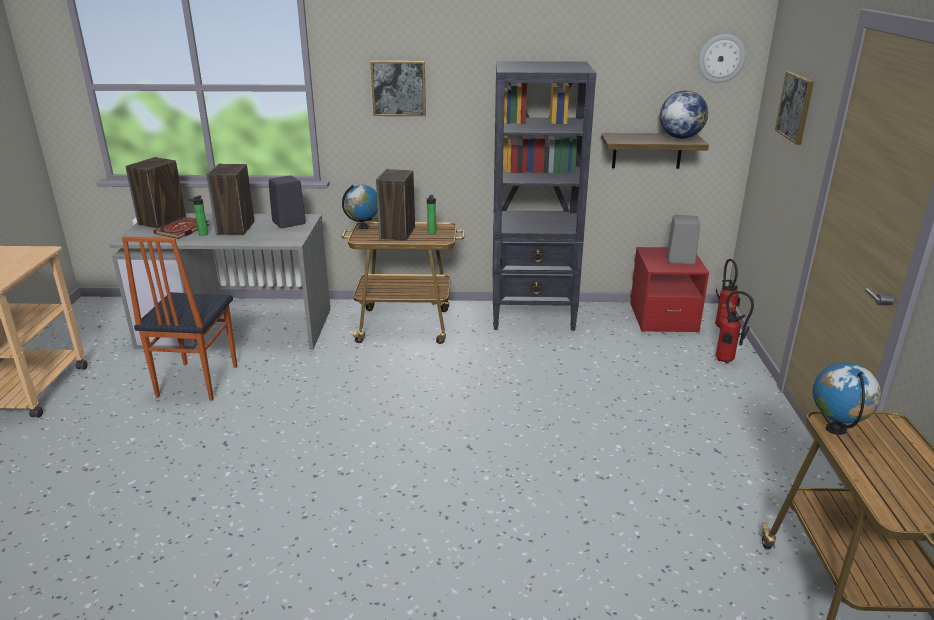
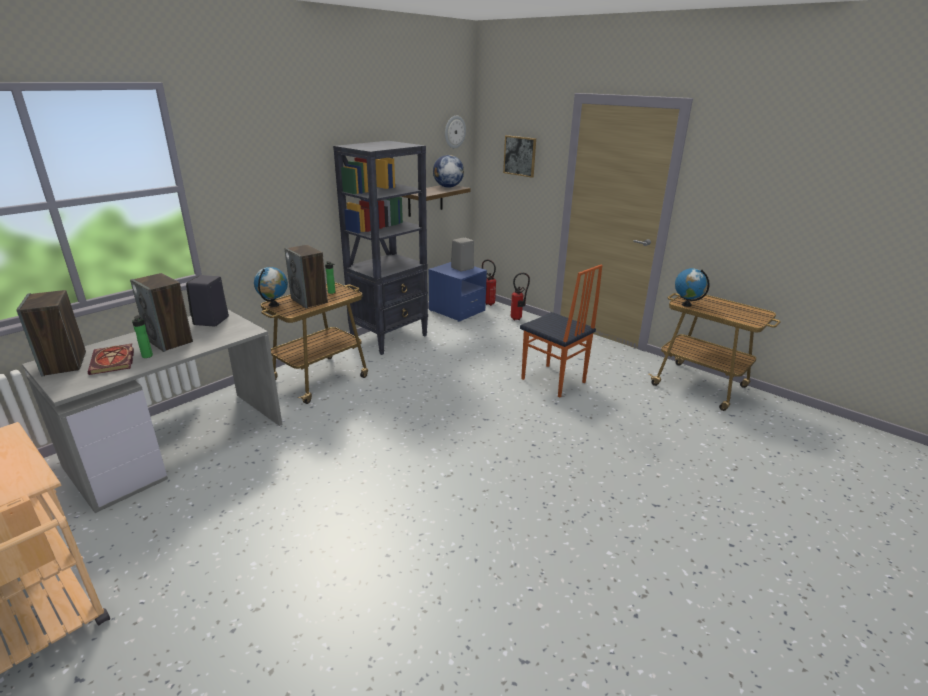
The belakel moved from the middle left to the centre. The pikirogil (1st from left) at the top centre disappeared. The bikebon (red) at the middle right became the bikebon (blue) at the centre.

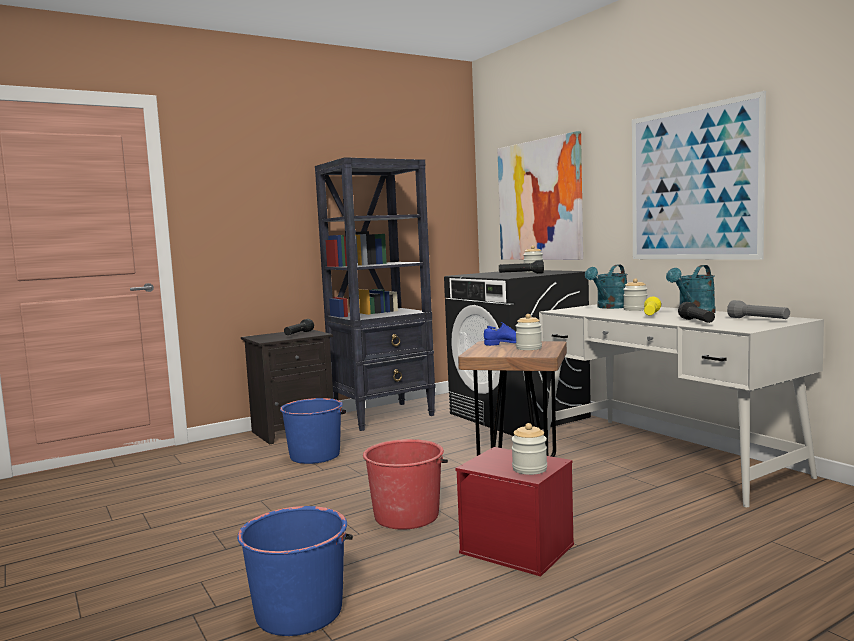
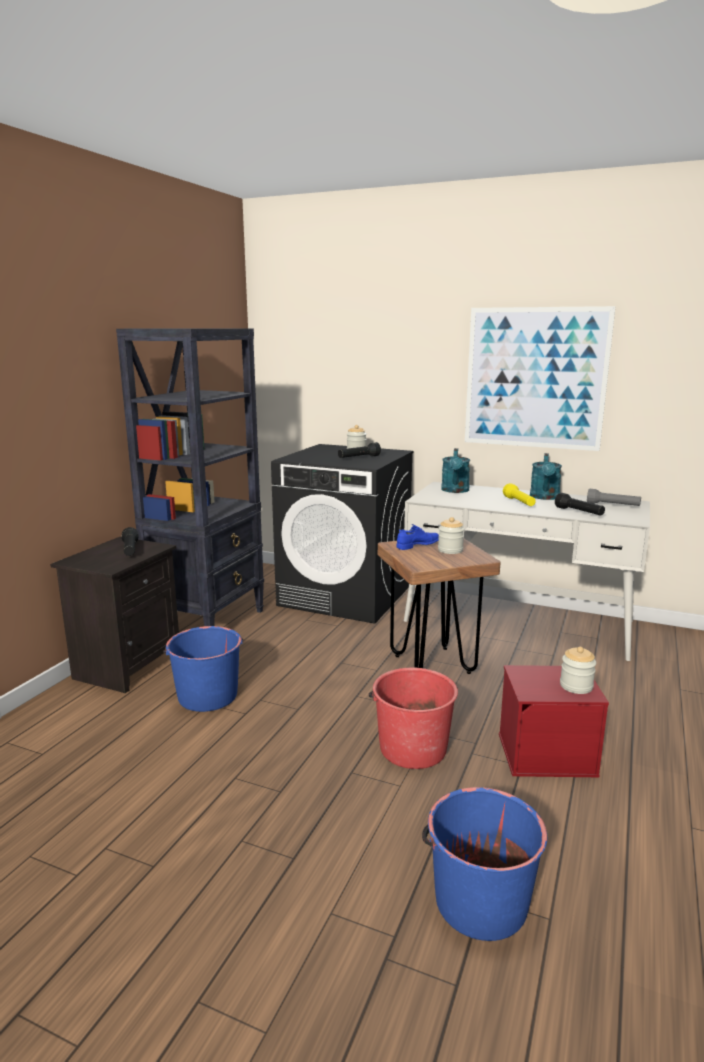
The pikirogil (1st from left) at the top centre disappeared. The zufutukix (4th from left) at the middle right disappeared.

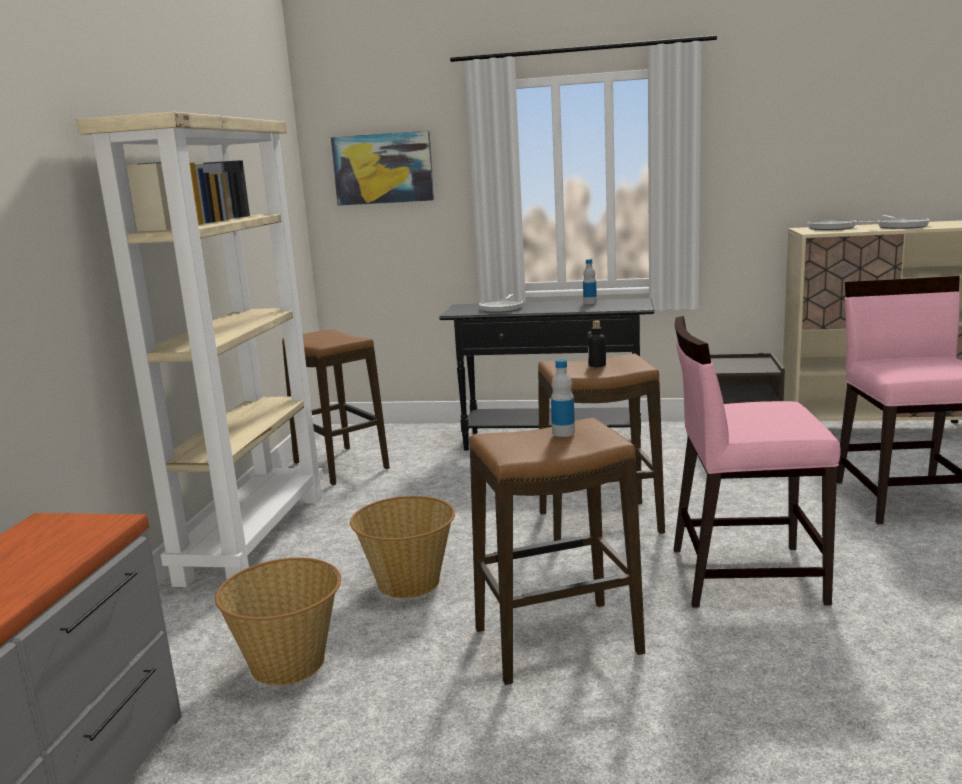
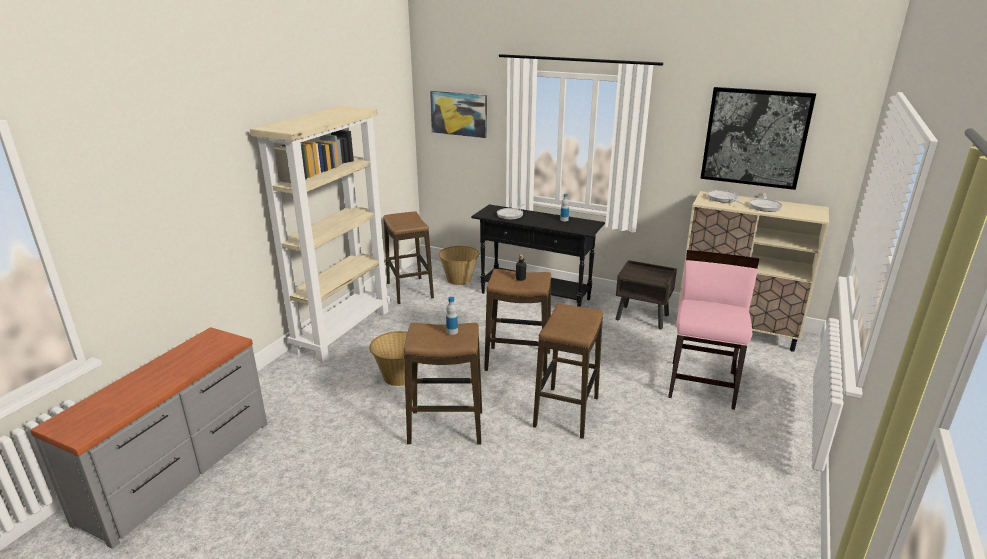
The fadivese (1st from left in the first image) moved from the bottom left to the centre. The belakel (pink) (1st from left) at the middle right was replaced by the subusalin (4th from left) at the centre. The pikirogil (2nd from left) at the top right appeared.

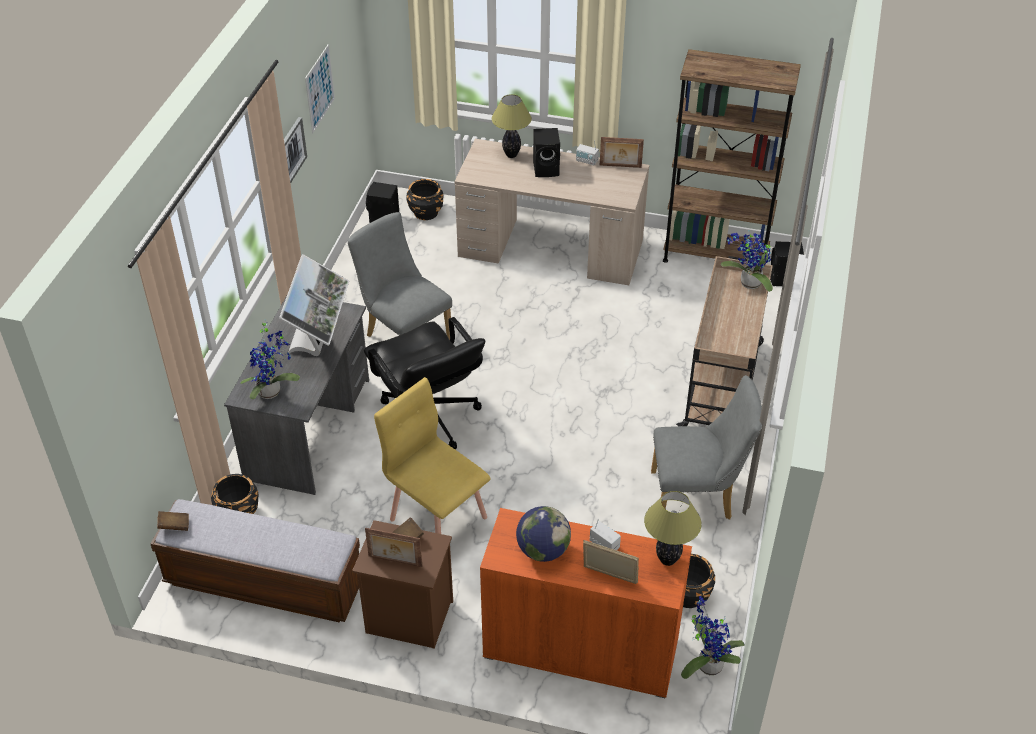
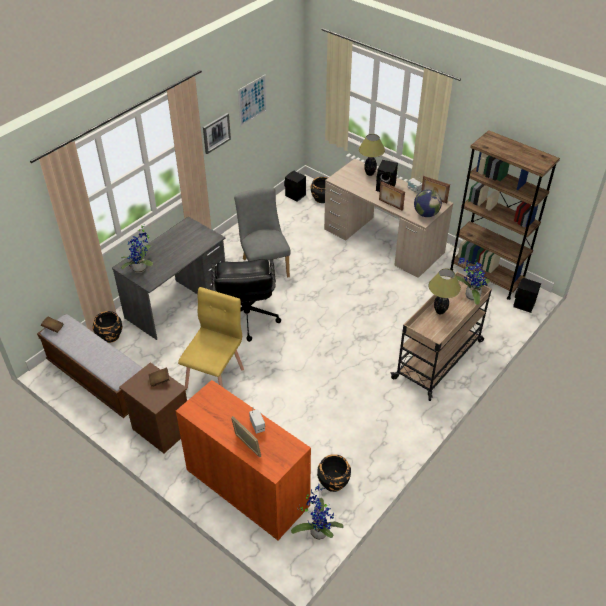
The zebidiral at the middle left disappeared. The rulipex (1st from left in the first image) moved from the bottom centre to the top centre. The belakel (yellow) at the centre turned 45 degrees clockwise. The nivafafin moved from the bottom centre to the middle right. The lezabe (2nd from left) moved from the bottom centre to the middle right. The belakel (grey) (2nd from left) at the middle right disappeared.

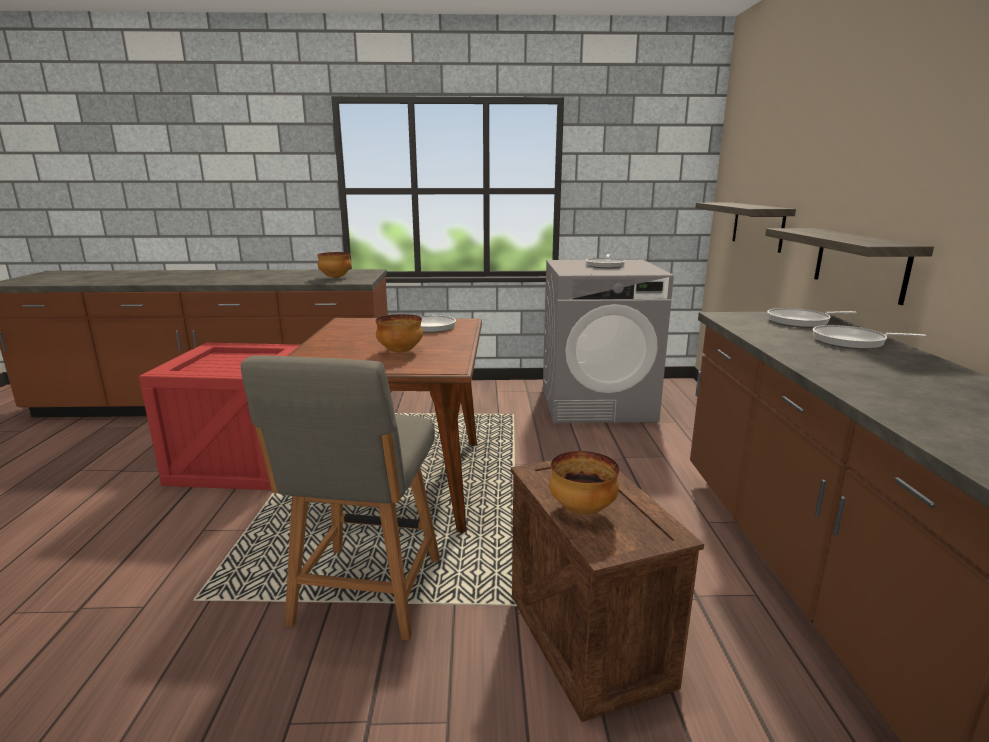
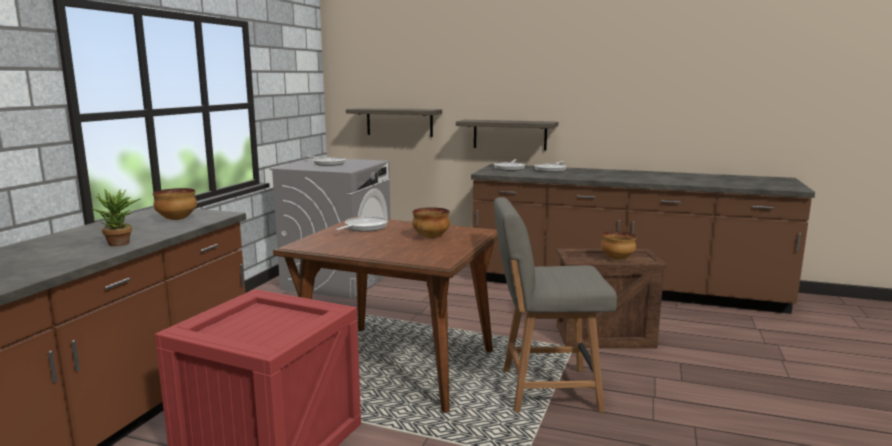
The belakel (grey) at the bottom centre turned 150 degrees clockwise. The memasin at the middle left appeared.

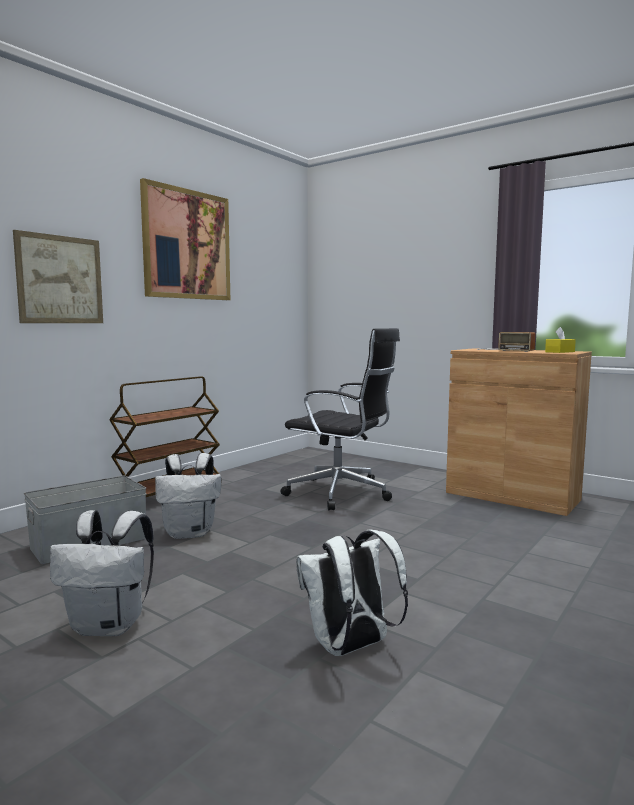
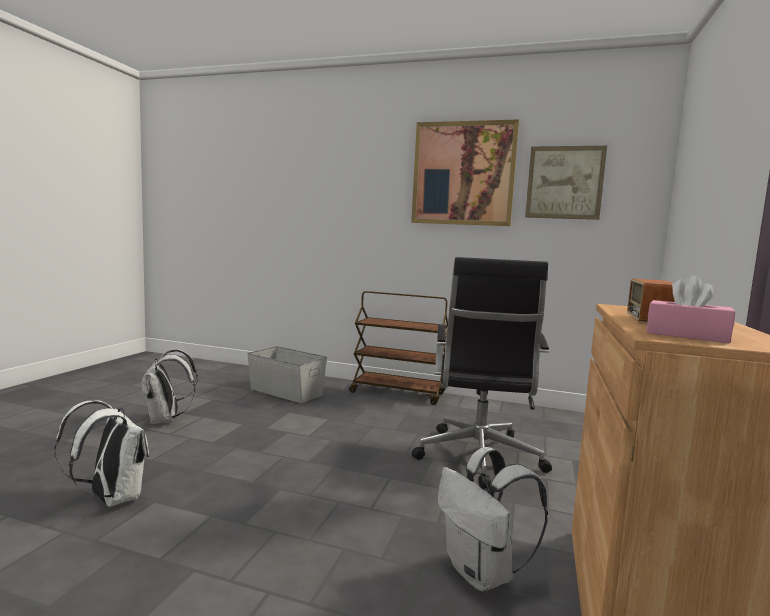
The pikirogil (1st from left in the first image) moved from the middle left to the top right. The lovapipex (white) (2nd from left in the first image) moved from the middle left to the bottom centre. The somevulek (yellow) at the middle right became the somevulek (pink) at the middle right.

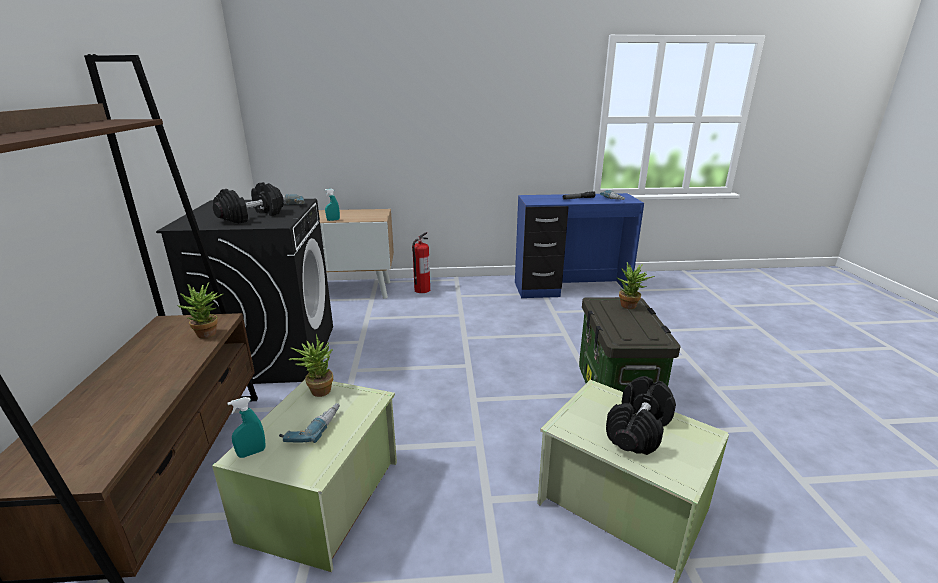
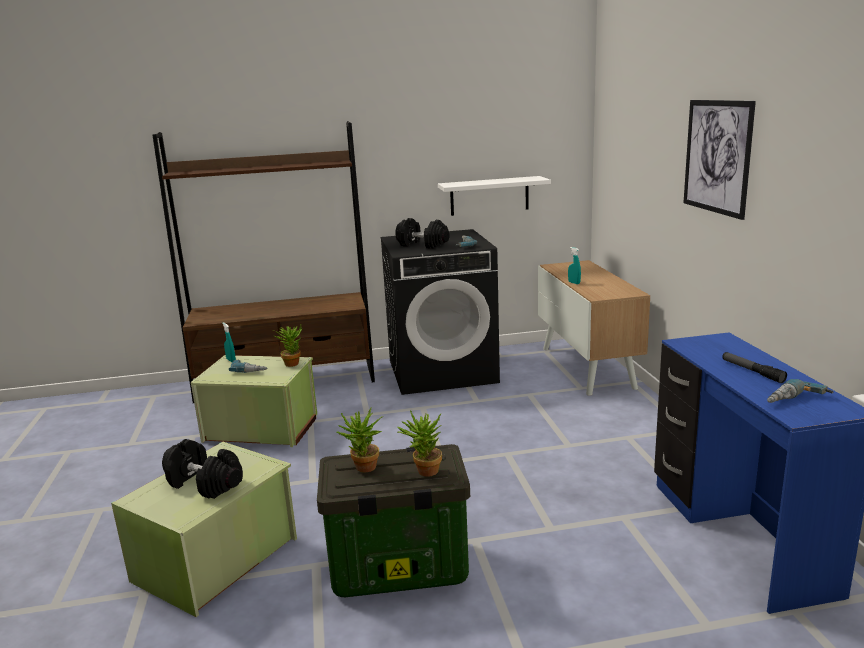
The memasin (1st from left in the first image) moved from the middle left to the bottom centre. The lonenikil at the centre disappeared. The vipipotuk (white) at the top centre appeared. The pikirogil at the top right appeared.

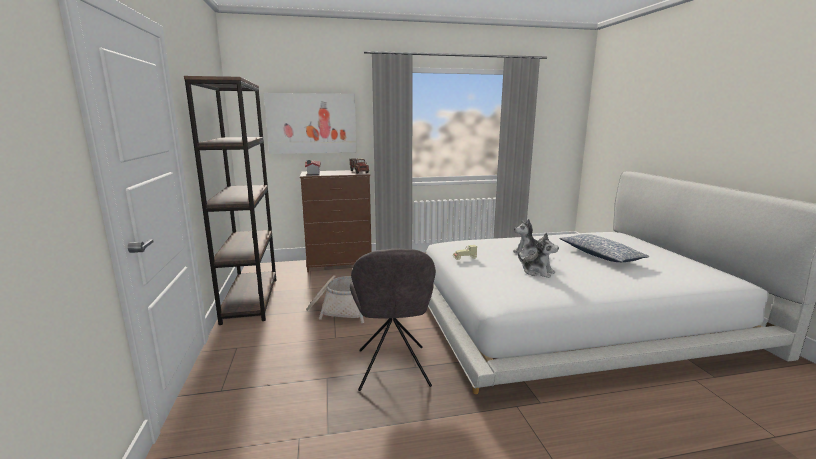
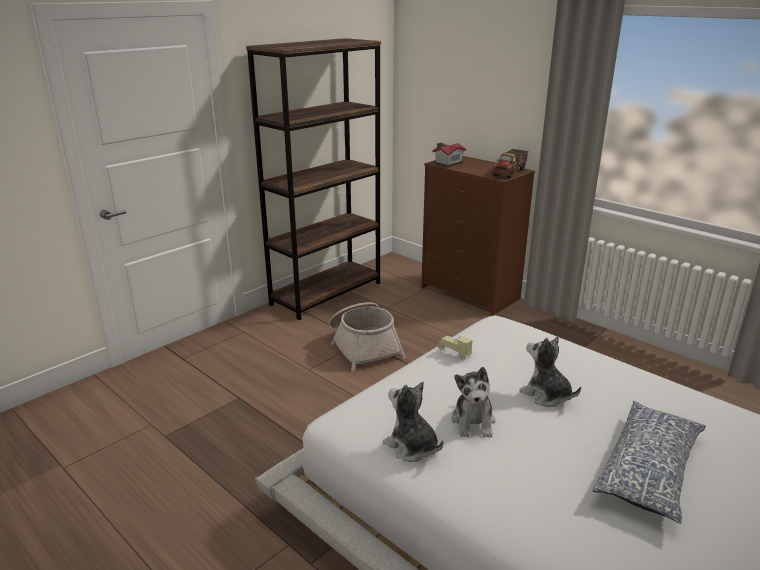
The pikirogil at the top centre disappeared. The belakel (grey) at the bottom centre disappeared. The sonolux (1st from left) at the bottom centre appeared.

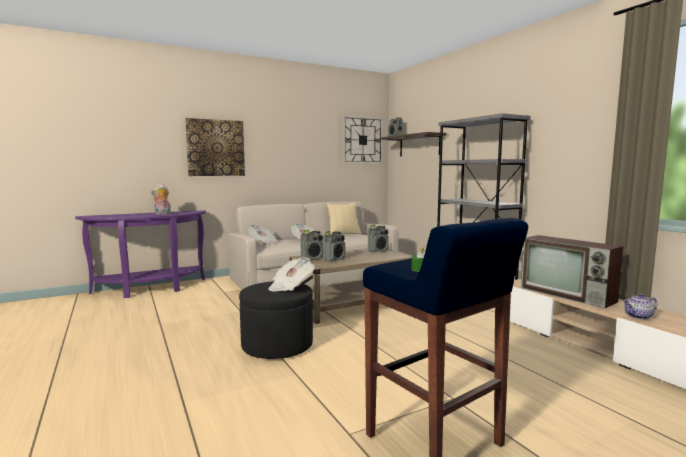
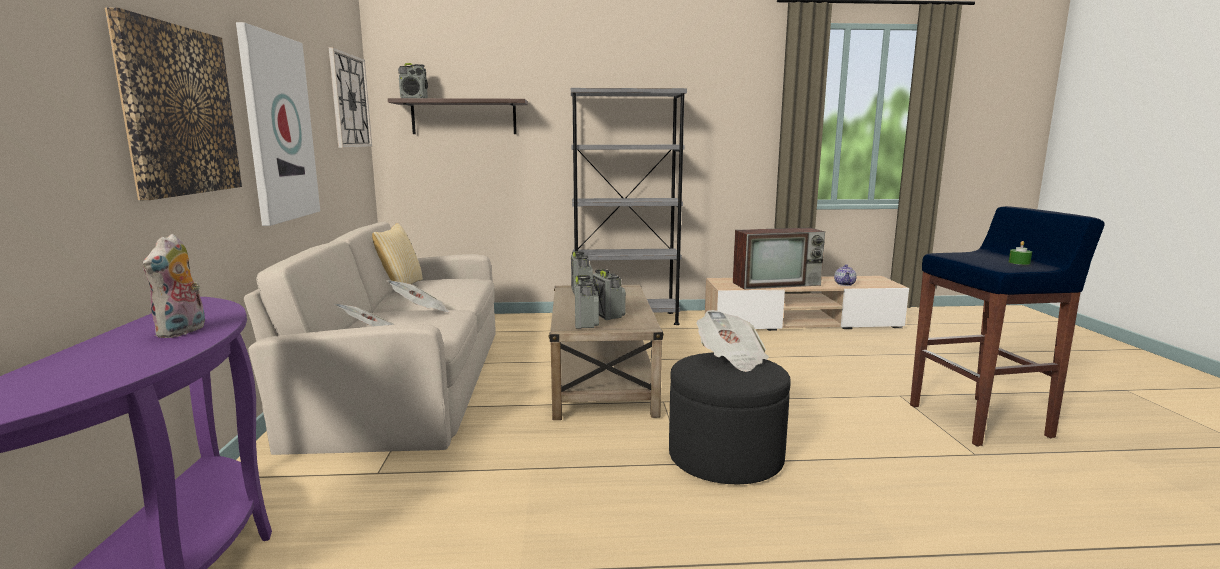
The pikirogil (2nd from left) at the top left appeared.

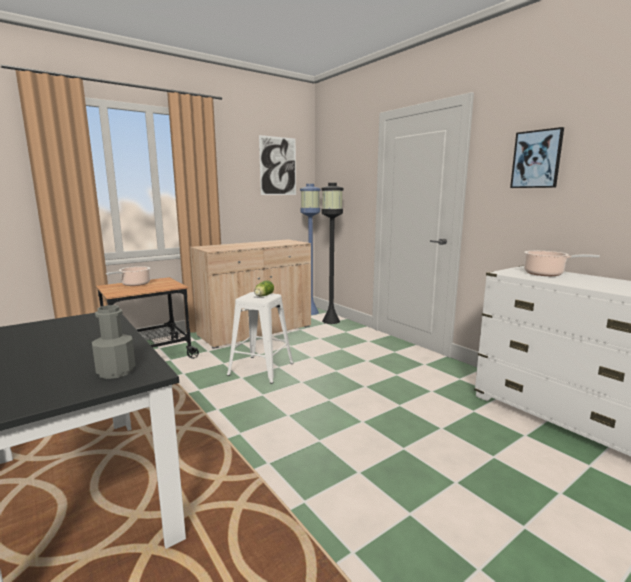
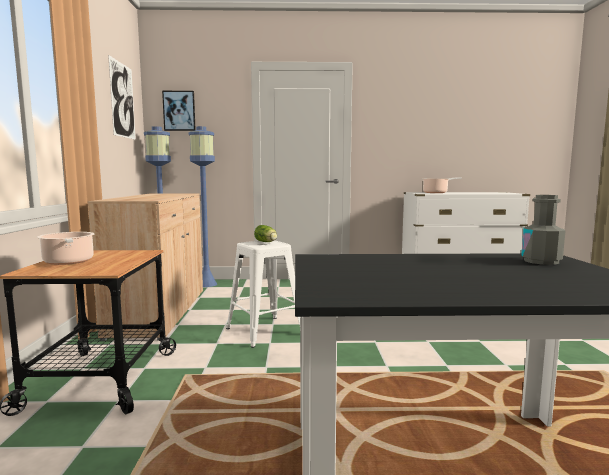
The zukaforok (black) at the centre became the zukaforok (blue) (2nd from left) at the centre. The pikirogil (2nd from left) moved from the top right to the top left.

